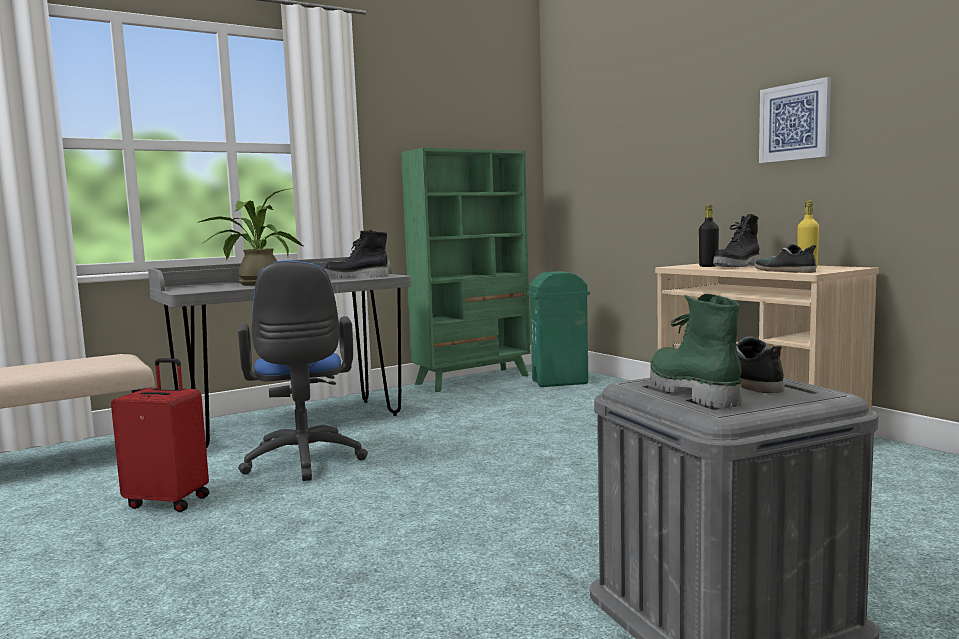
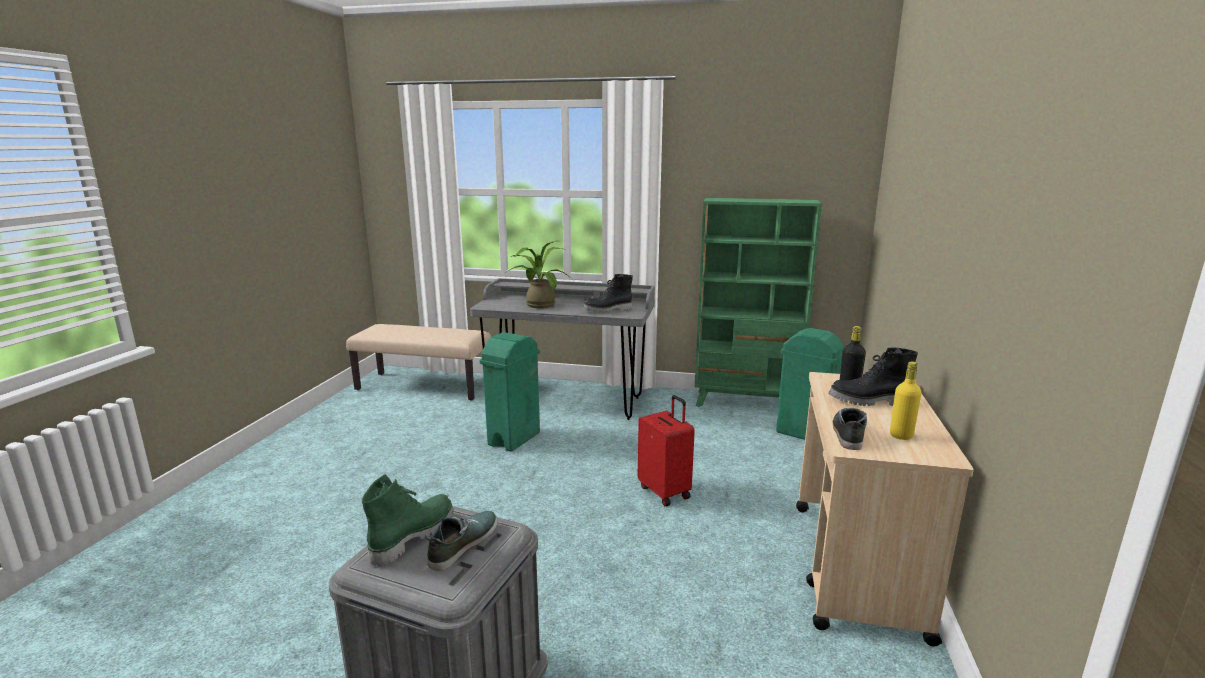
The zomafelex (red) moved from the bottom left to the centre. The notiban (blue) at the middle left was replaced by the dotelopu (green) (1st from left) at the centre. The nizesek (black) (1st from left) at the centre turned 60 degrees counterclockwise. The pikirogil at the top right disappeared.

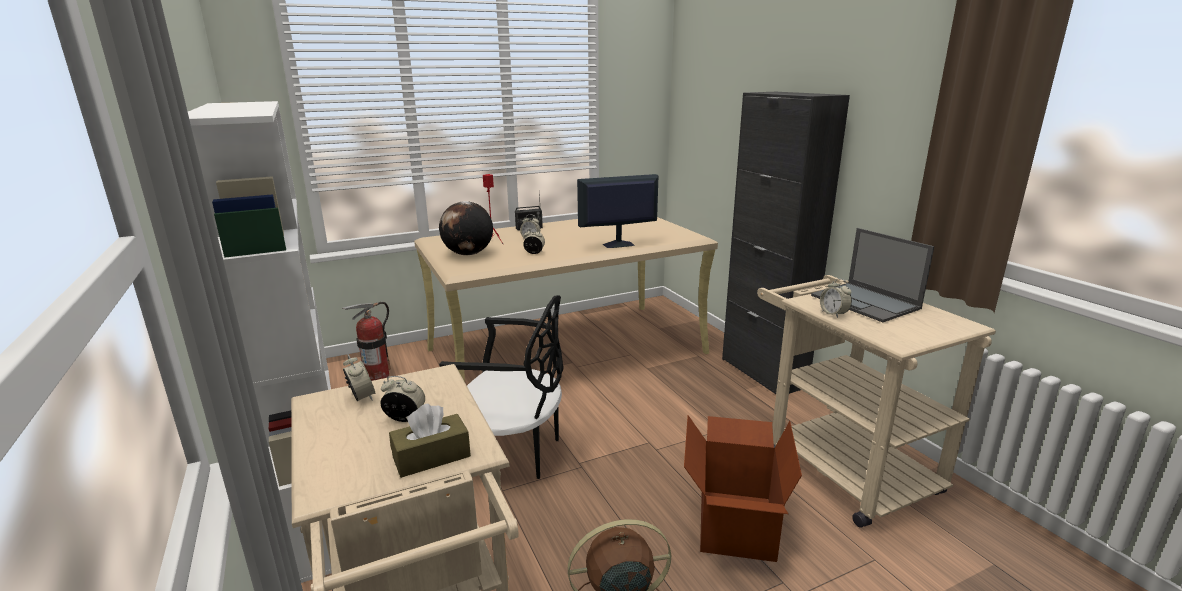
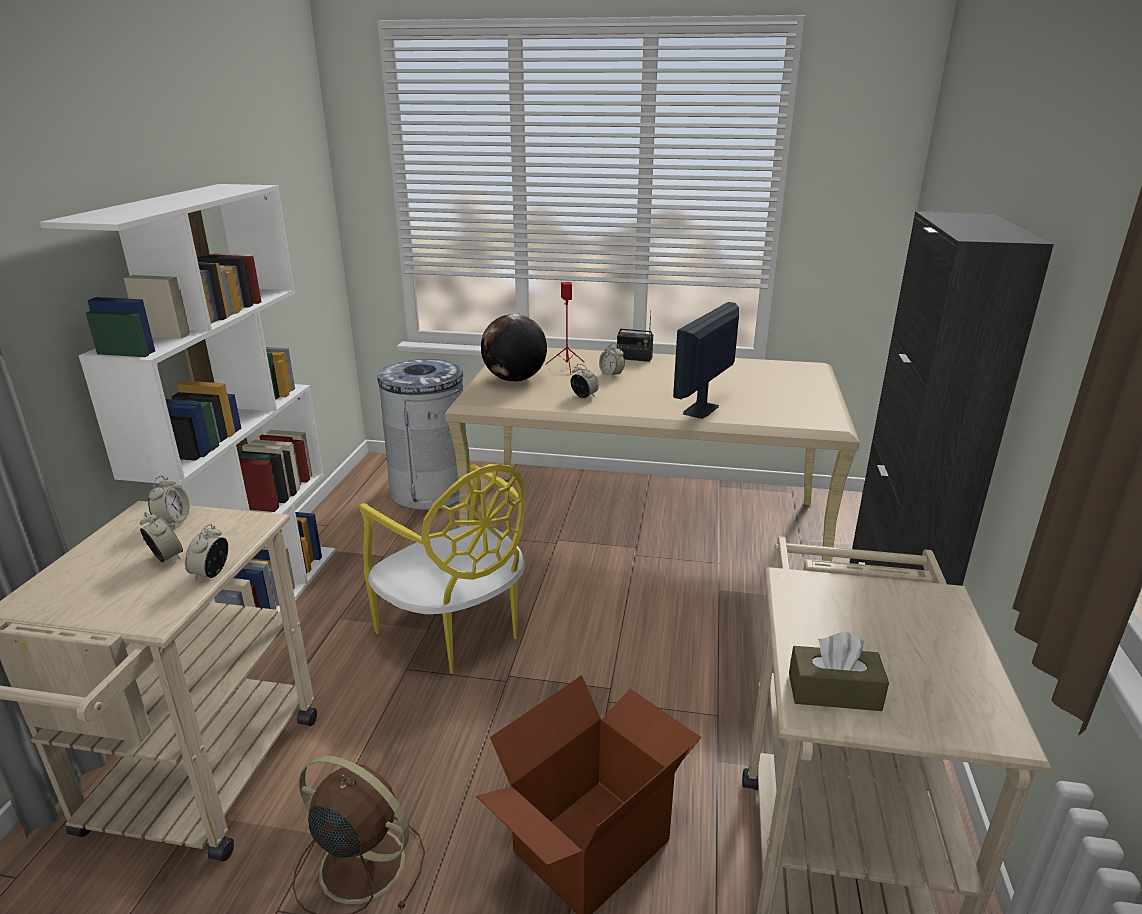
The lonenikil at the middle left was replaced by the dotelopu (grey) at the centre. The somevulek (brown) moved from the bottom centre to the bottom right. The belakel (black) at the centre became the belakel (yellow) at the centre. The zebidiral at the centre turned 75 degrees counterclockwise. The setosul at the middle right disappeared. The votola (5th from left in the first image) moved from the middle right to the middle left.

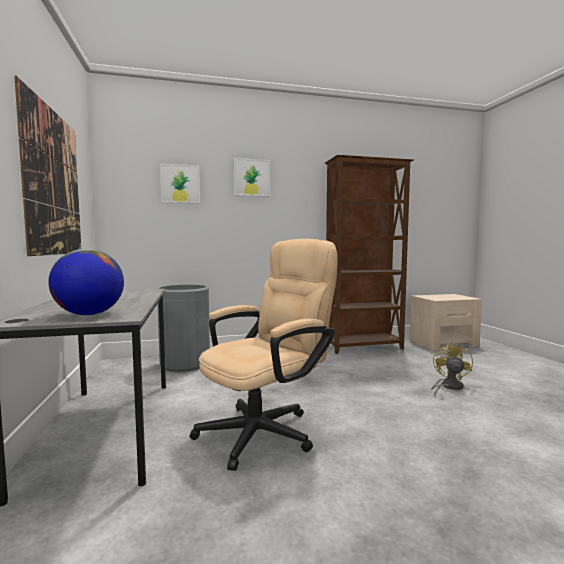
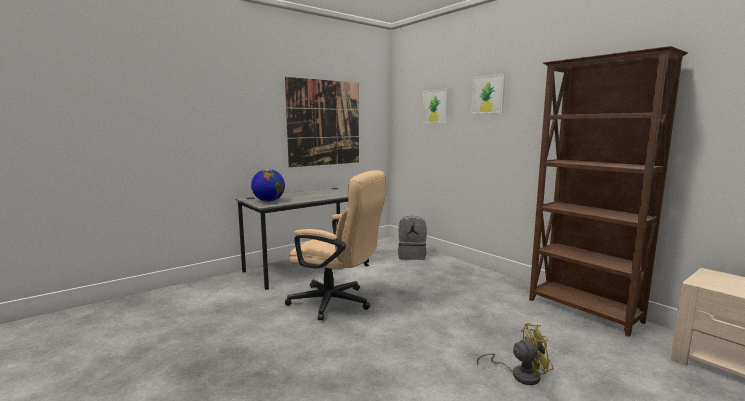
The dotelopu (grey) at the middle left was replaced by the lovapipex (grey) at the centre.

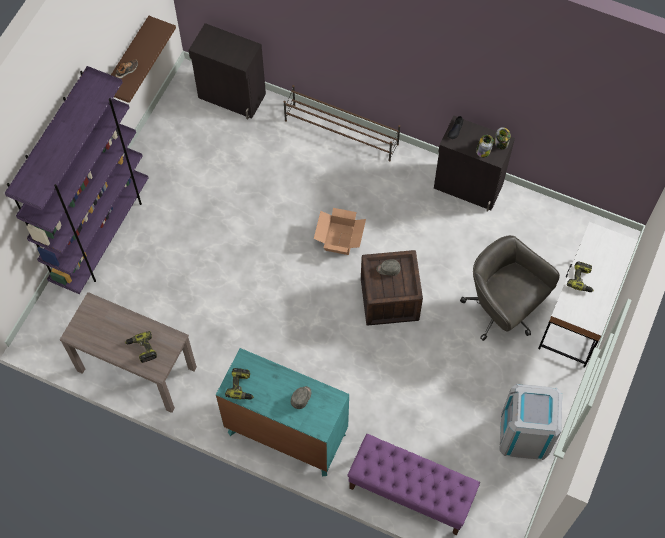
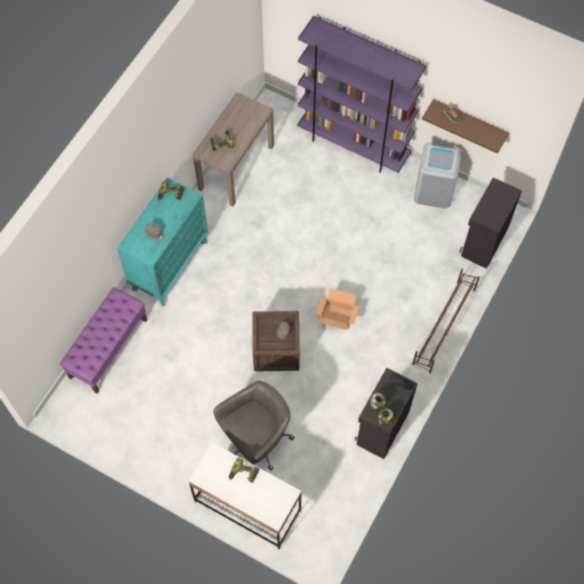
The dotelopu (grey) moved from the bottom right to the top right.

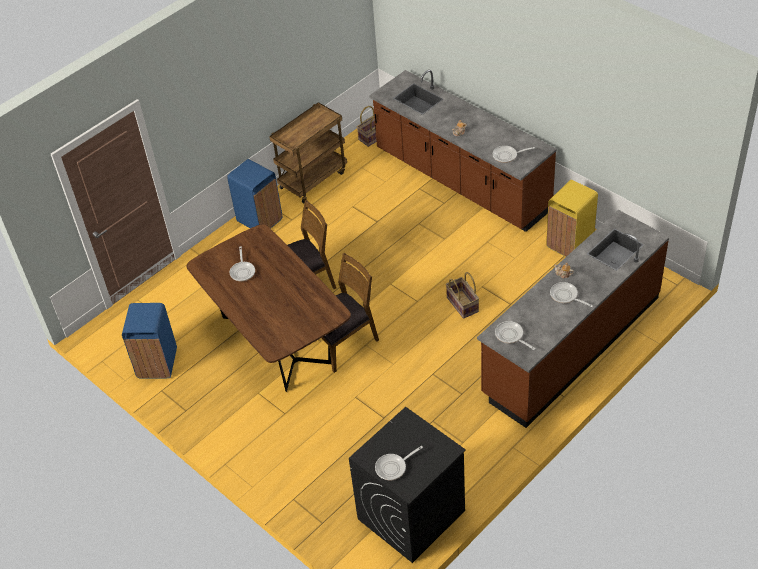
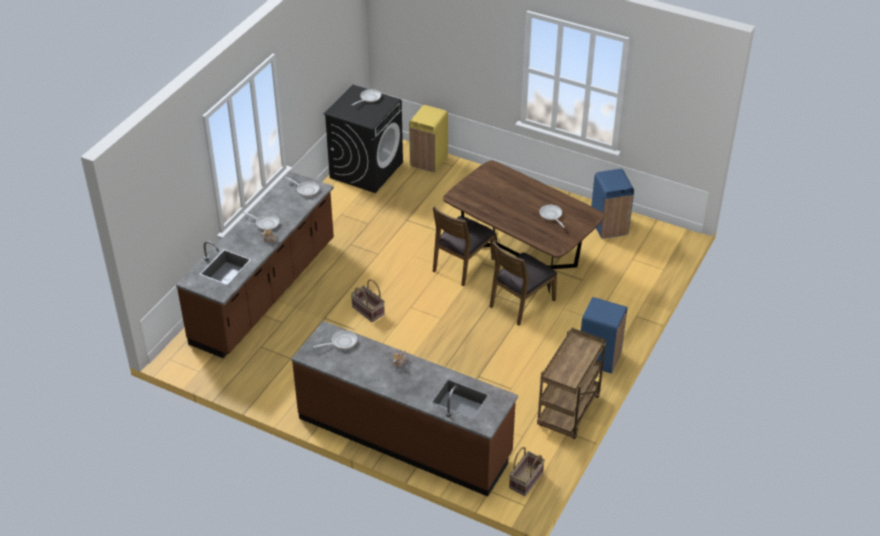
The dotelopu (yellow) moved from the middle right to the top centre.

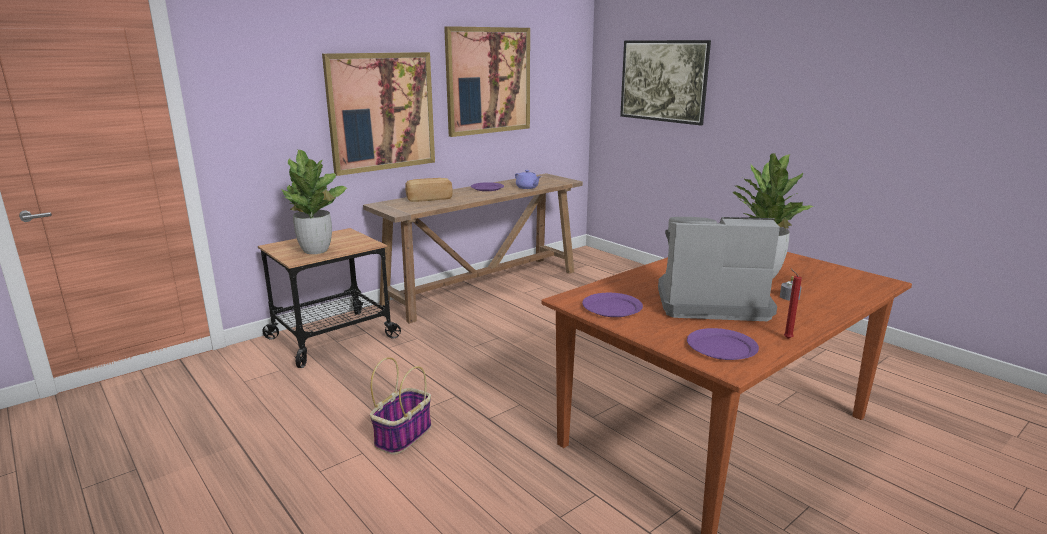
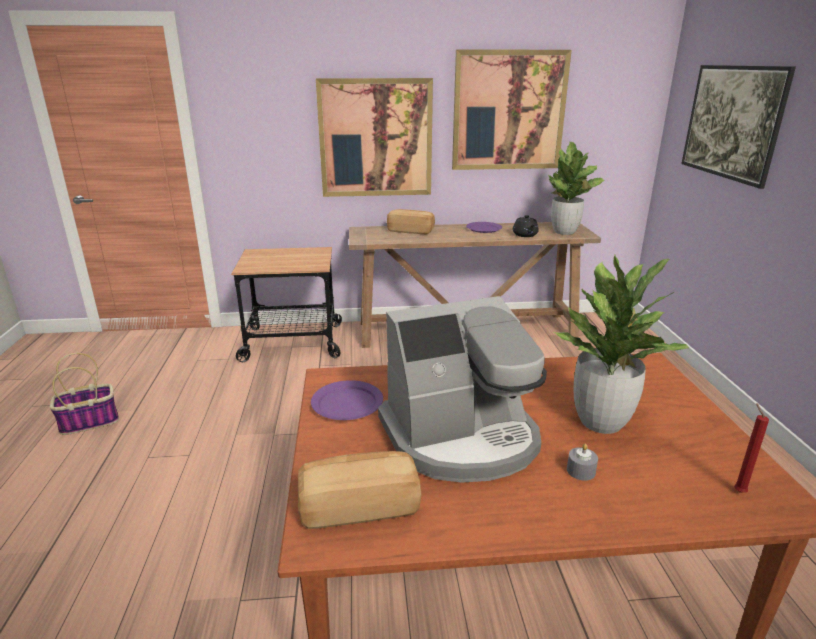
The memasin (1st from left) moved from the middle left to the top right. The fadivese moved from the bottom centre to the middle left. The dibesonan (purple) at the centre became the dibesonan (black) at the centre. The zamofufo at the middle right turned 120 degrees clockwise. The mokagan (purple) (3rd from left) at the middle right was replaced by the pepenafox (1st from left) at the bottom centre. The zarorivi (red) moved from the middle right to the bottom right.

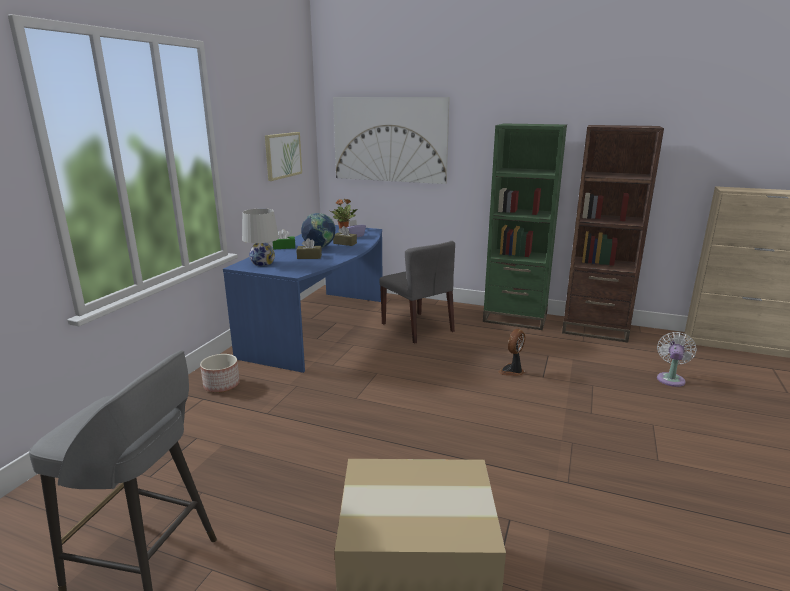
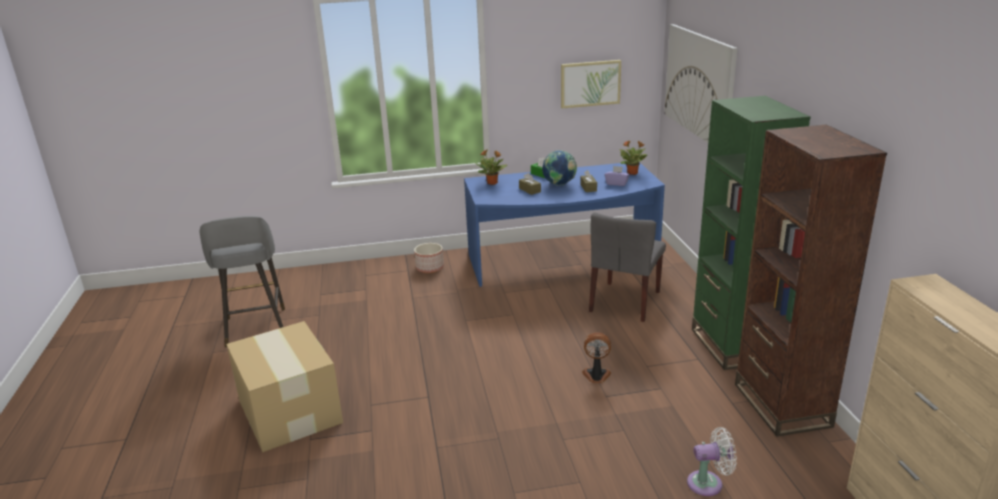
The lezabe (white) at the middle left was replaced by the memasin (1st from left) at the centre.

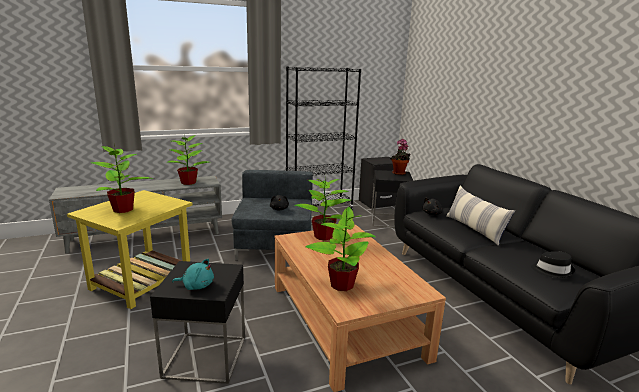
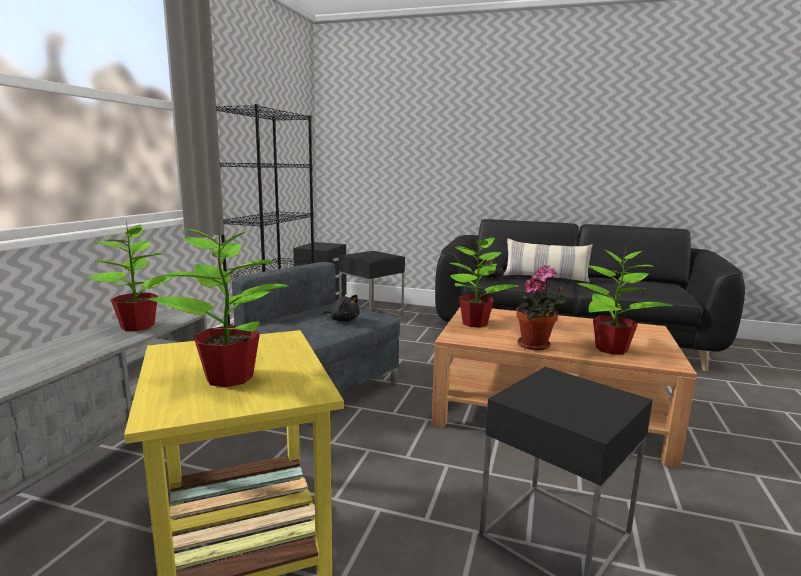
The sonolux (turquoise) at the bottom left disappeared. The memasin (5th from left in the first image) moved from the centre to the middle right. The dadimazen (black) at the bottom right disappeared.

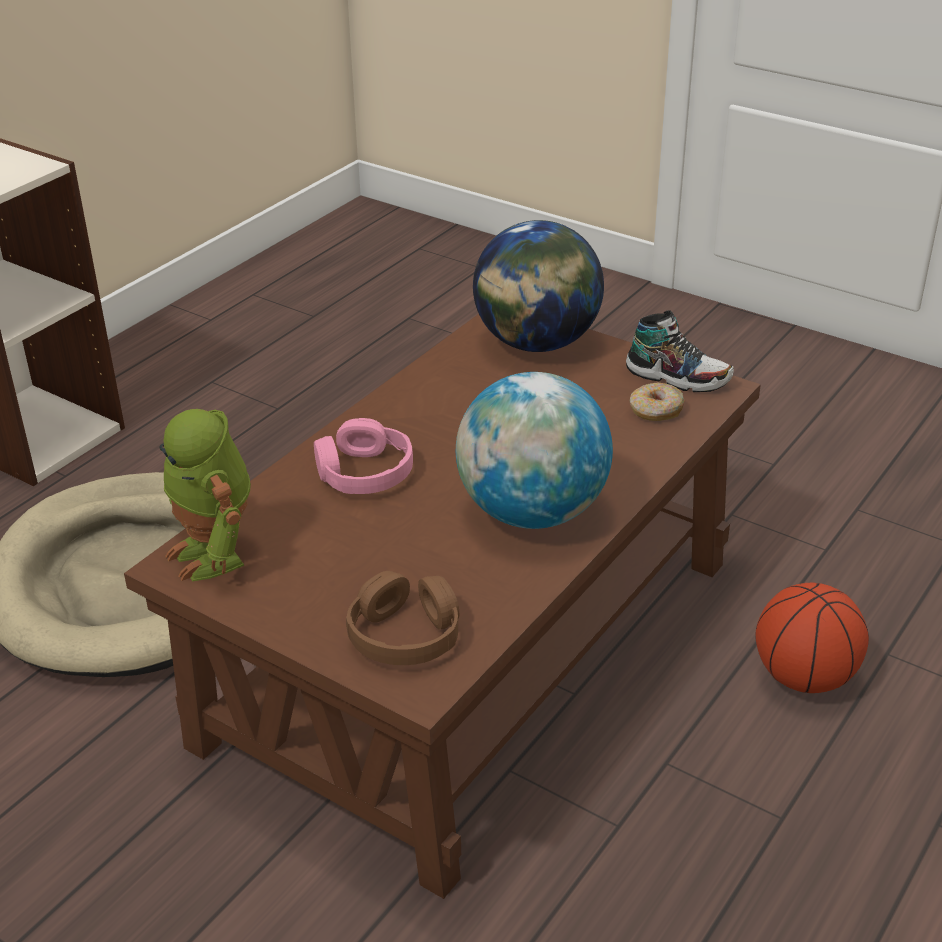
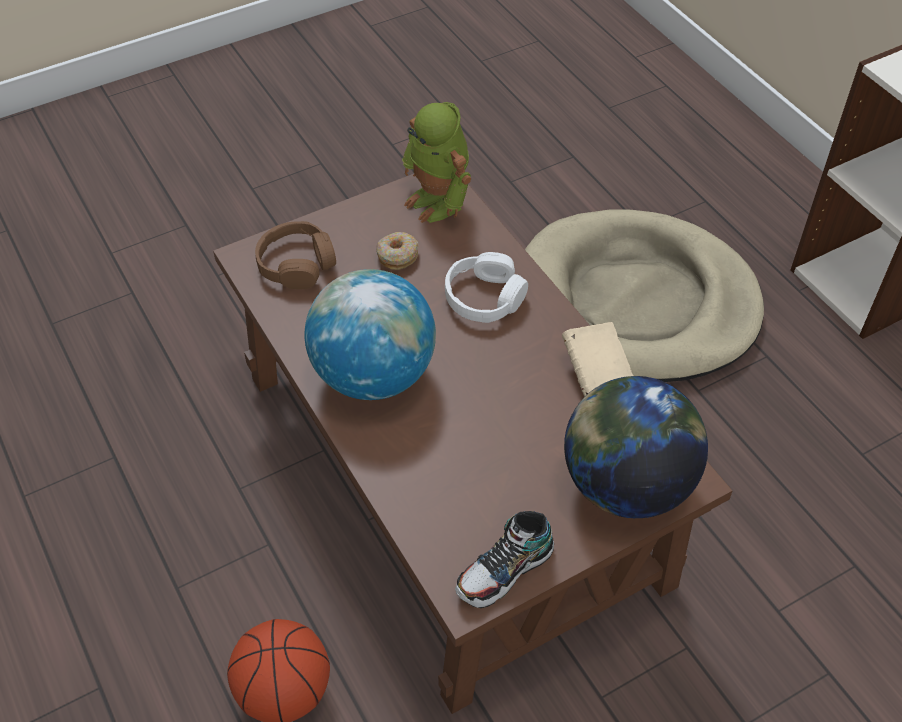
The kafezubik at the middle left turned 120 degrees counterclockwise. The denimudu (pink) at the centre became the denimudu (white) at the centre. The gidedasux moved from the middle right to the centre. The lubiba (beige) at the centre appeared.

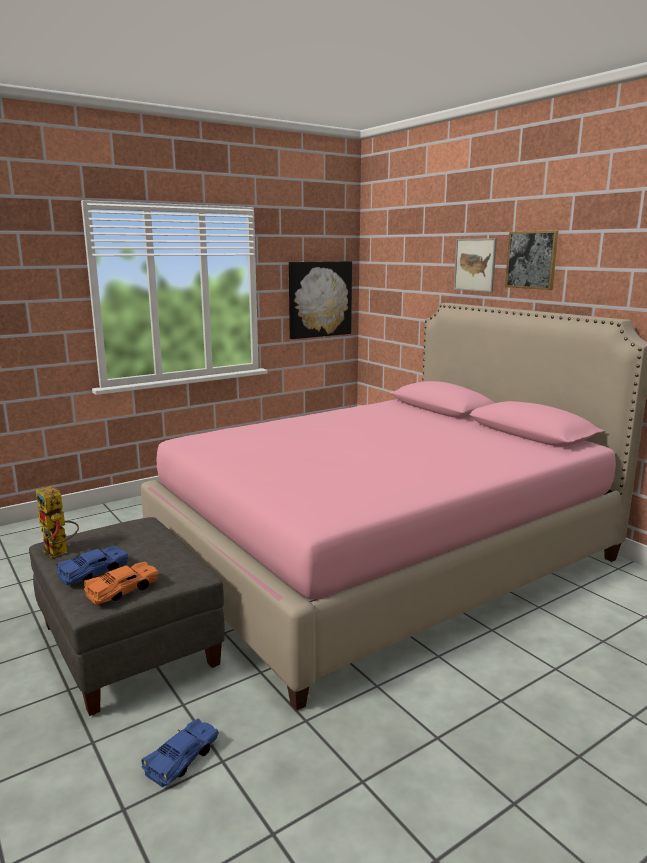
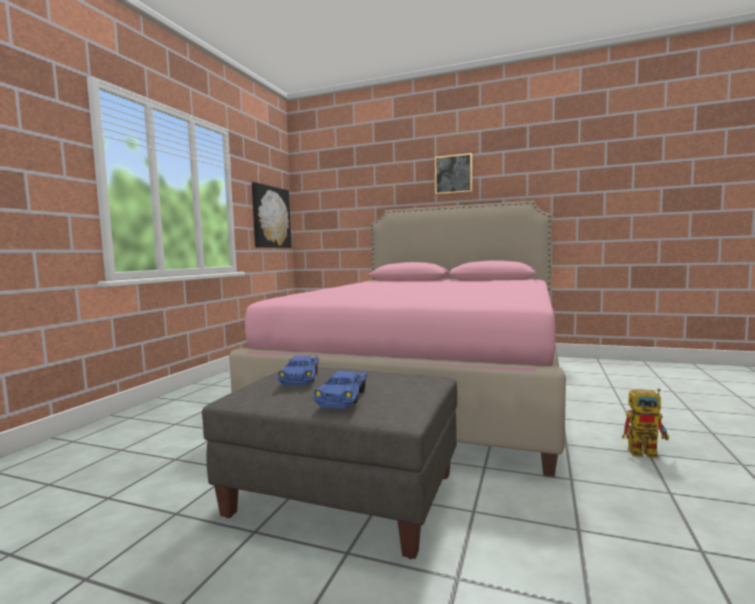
The kafezubik moved from the middle left to the bottom right. The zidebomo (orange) at the bottom left disappeared. The zidebomo (blue) (2nd from left in the first image) moved from the bottom left to the centre. The pikirogil (2nd from left) at the top right disappeared.

